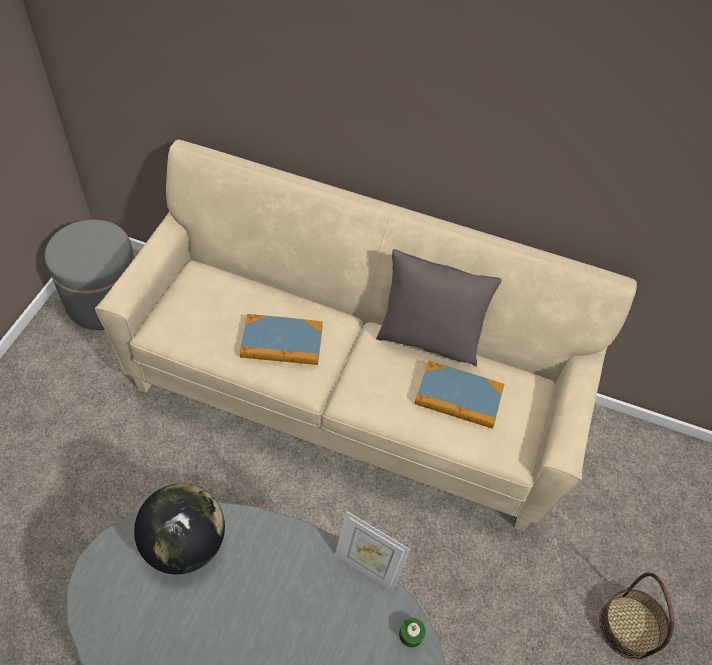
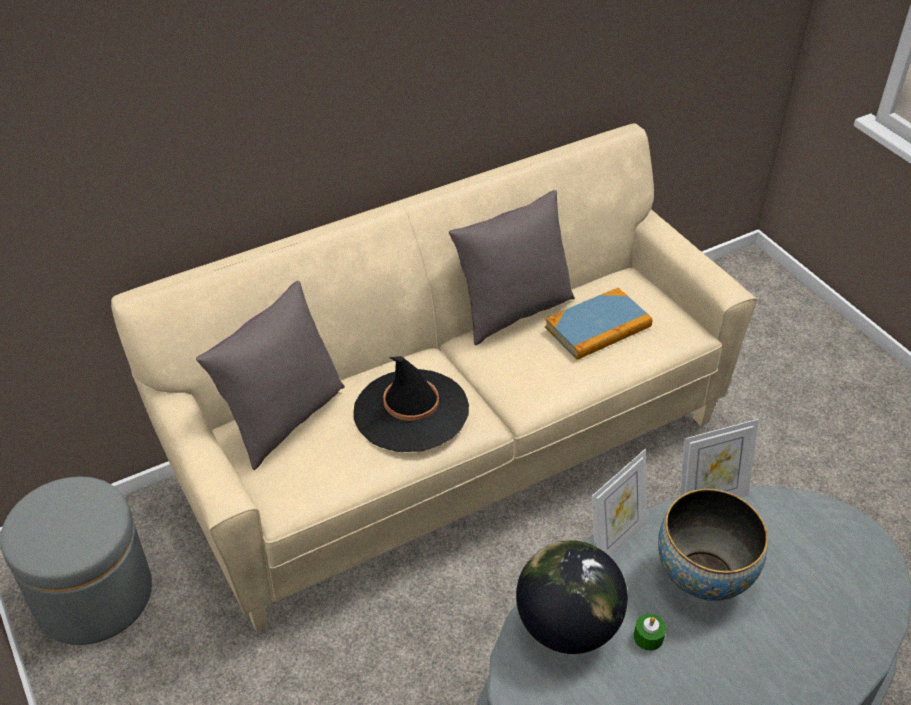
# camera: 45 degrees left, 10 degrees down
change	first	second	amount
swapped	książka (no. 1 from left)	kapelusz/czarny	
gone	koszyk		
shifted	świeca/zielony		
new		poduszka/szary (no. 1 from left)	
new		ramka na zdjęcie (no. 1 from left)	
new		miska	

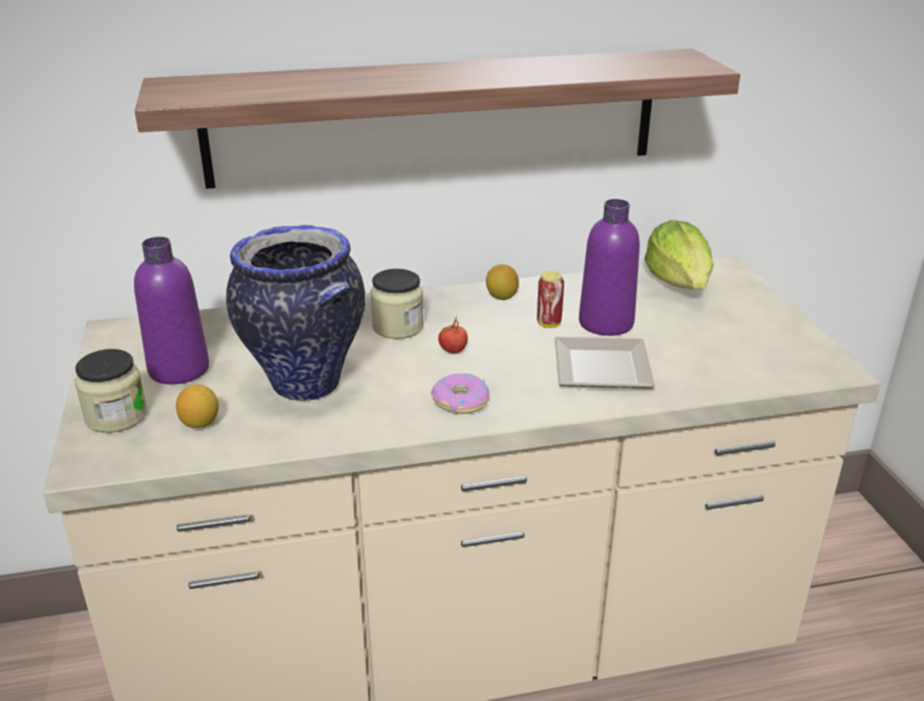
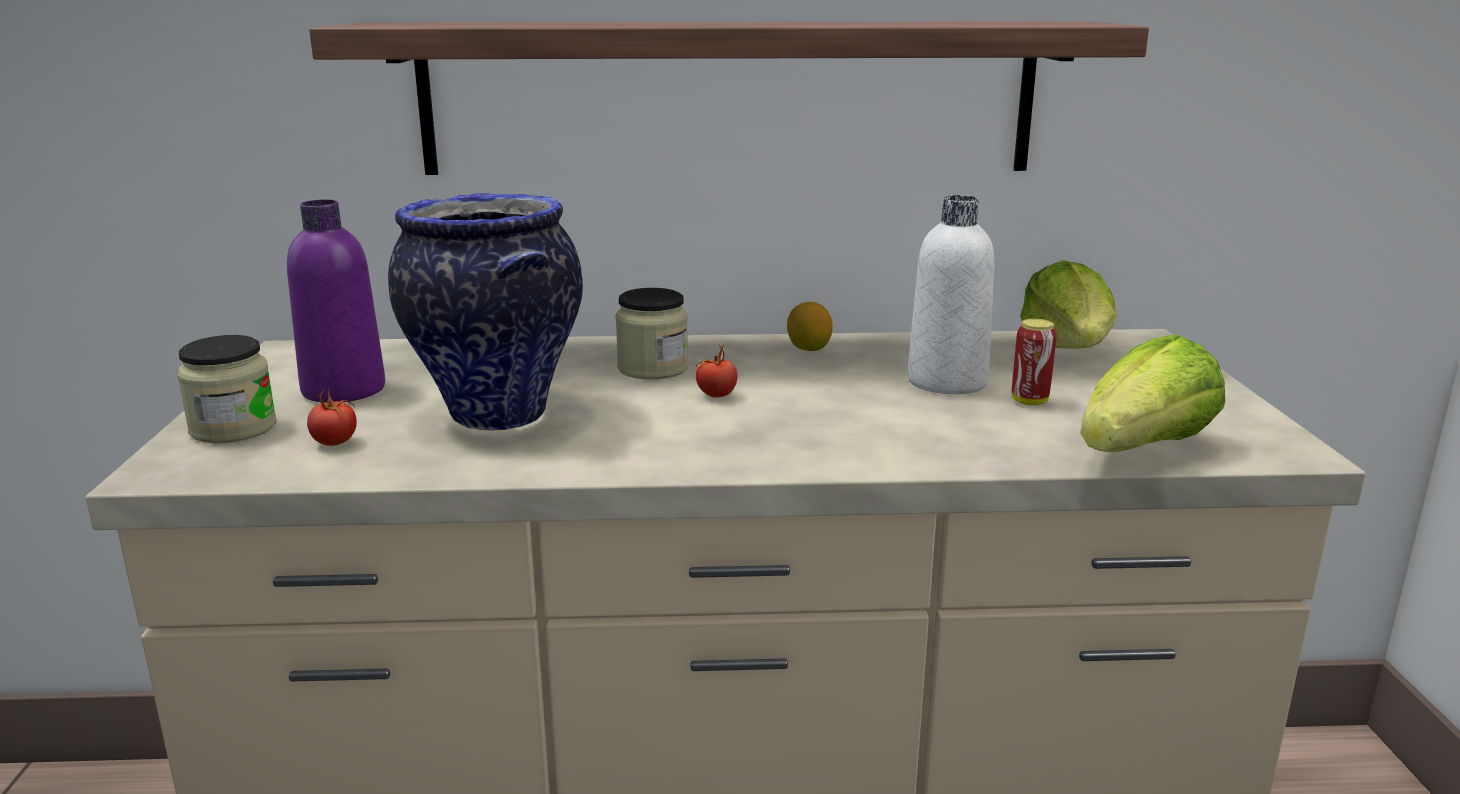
# camera: 10 degrees right, 10 degrees down
change	first	second	amount
repainted	butelka/fioletowy (no. 2 from left)	butelka/biały	
shifted	puszka		
gone	talerz		
gone	donut		
swapped	cytryna (no. 1 from left)	pomidor (no. 1 from left)	
new		sałata (no. 2 from left)	

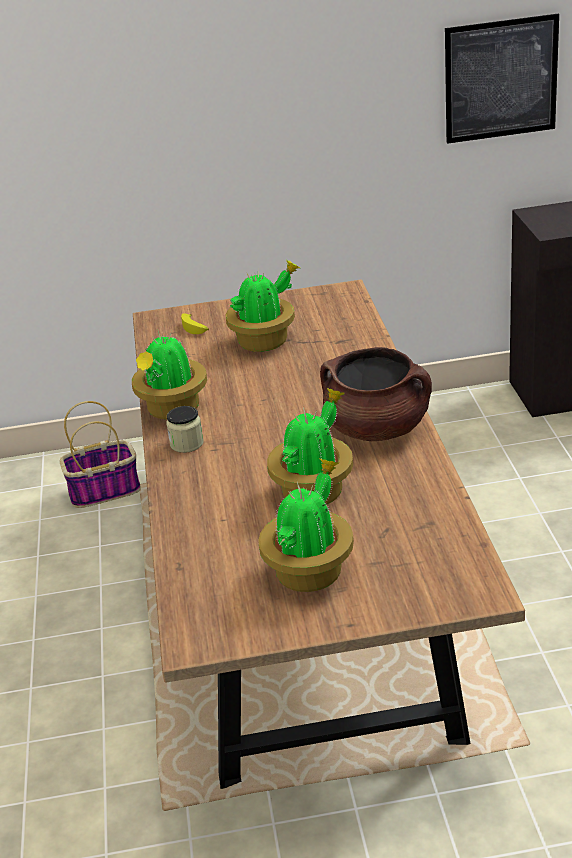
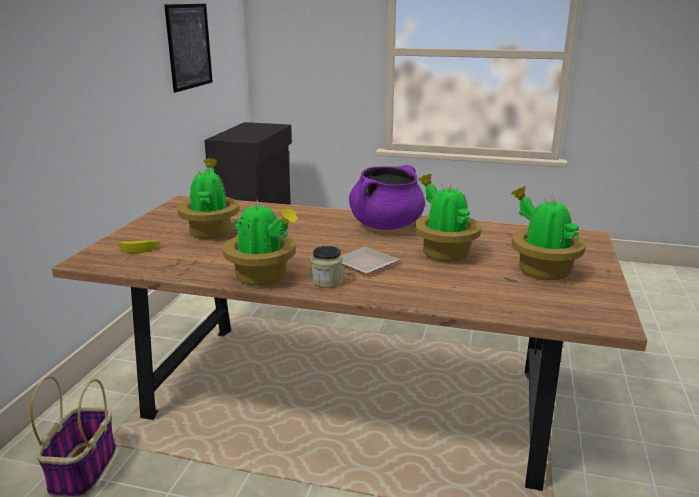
# camera: 70 degrees left, 10 degrees down
change	first	second	amount
repainted	garnek/brązowy	garnek/fioletowy	
new		talerz	

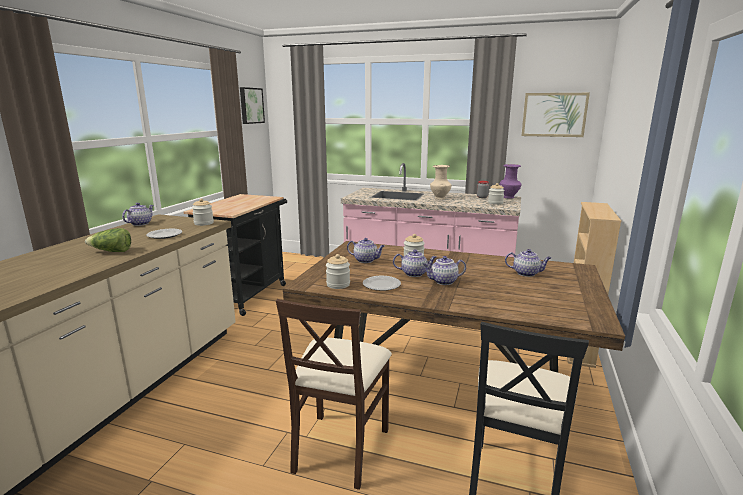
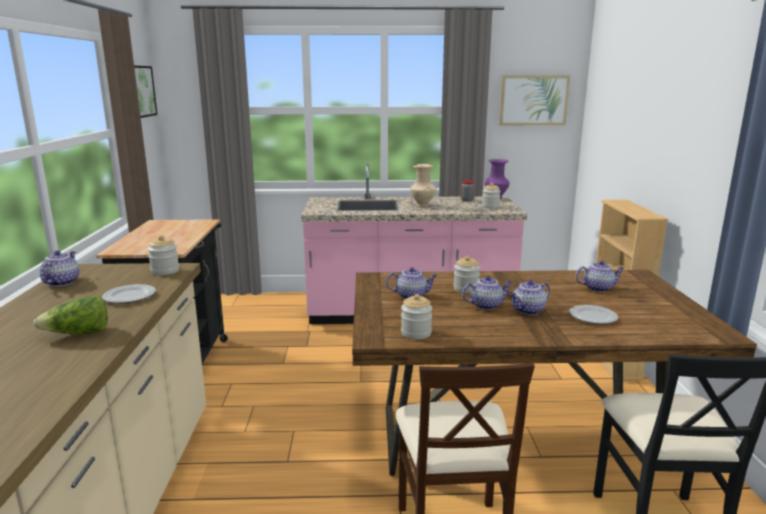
# camera: 20 degrees left, 0 degrees up
change	first	second	amount
shifted	talerz (no. 2 from left)		

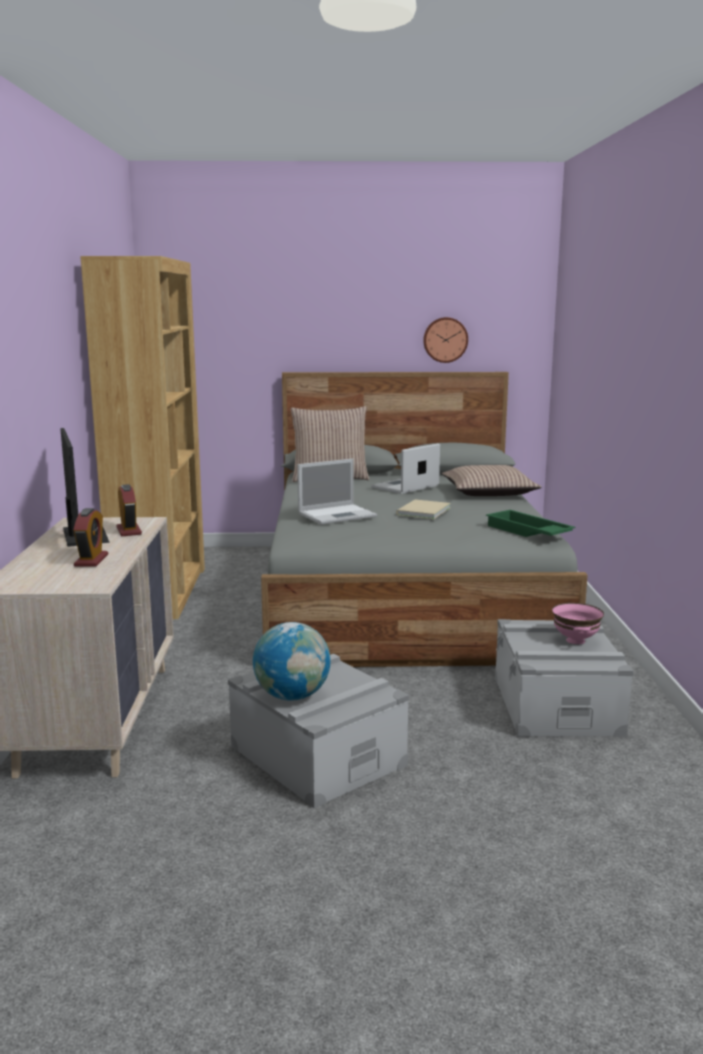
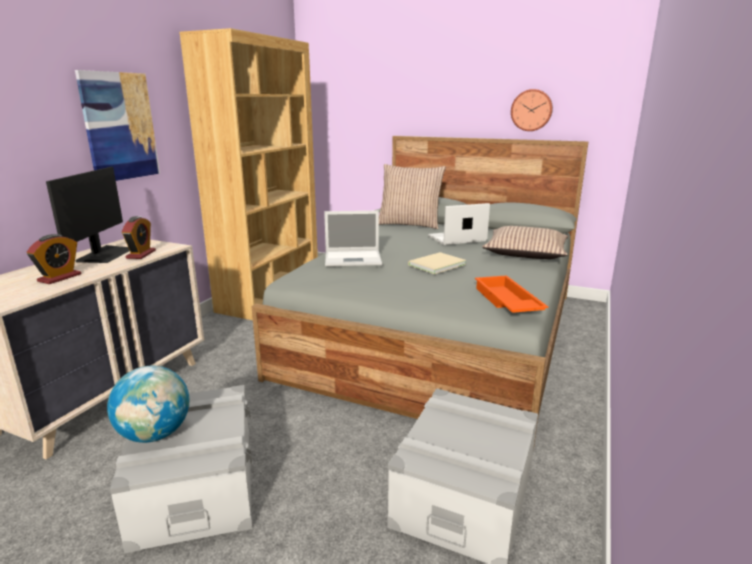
# camera: 25 degrees right, 5 degrees up
change	first	second	amount
repainted	taca/zielony	taca/pomarańczowy	
gone	miska/różowy		
new		obraz	

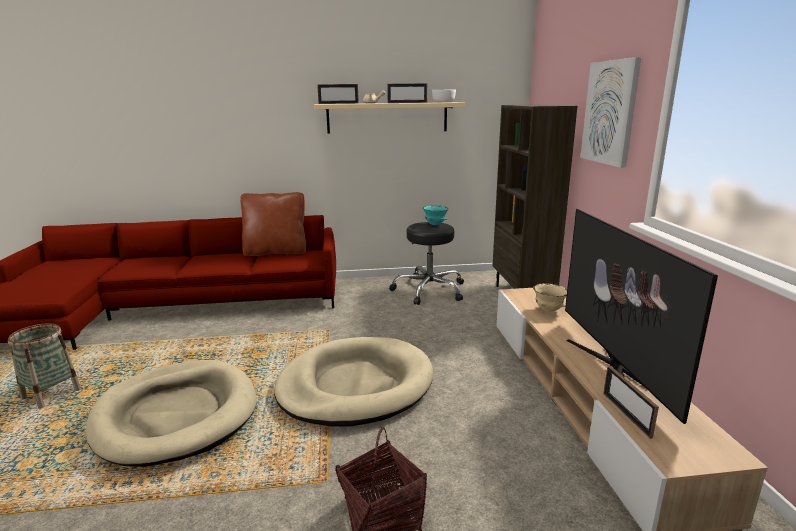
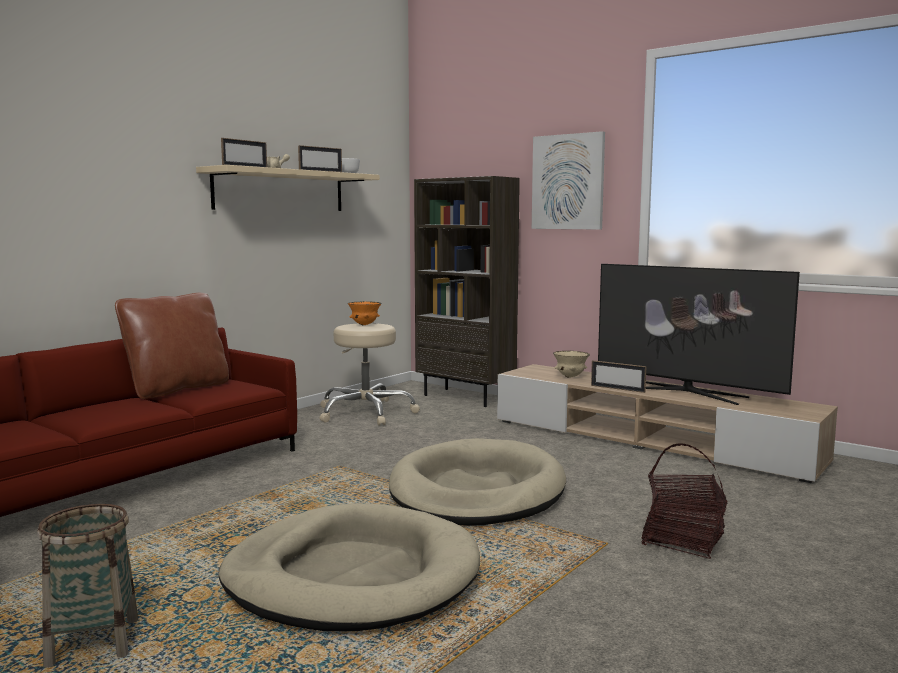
# camera: 45 degrees left, 10 degrees down
change	first	second	amount
repainted	miska/turkusowy	miska/pomarańczowy	
repainted	stołek/czarny	stołek/beżowy	
shifted	ramka na zdjęcie (no. 3 from left)		

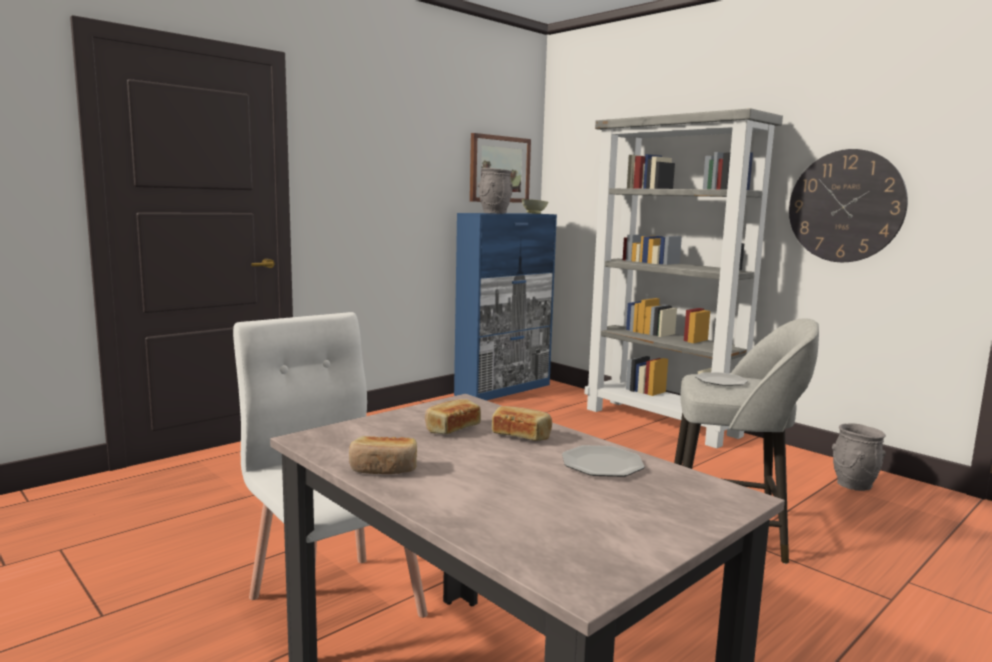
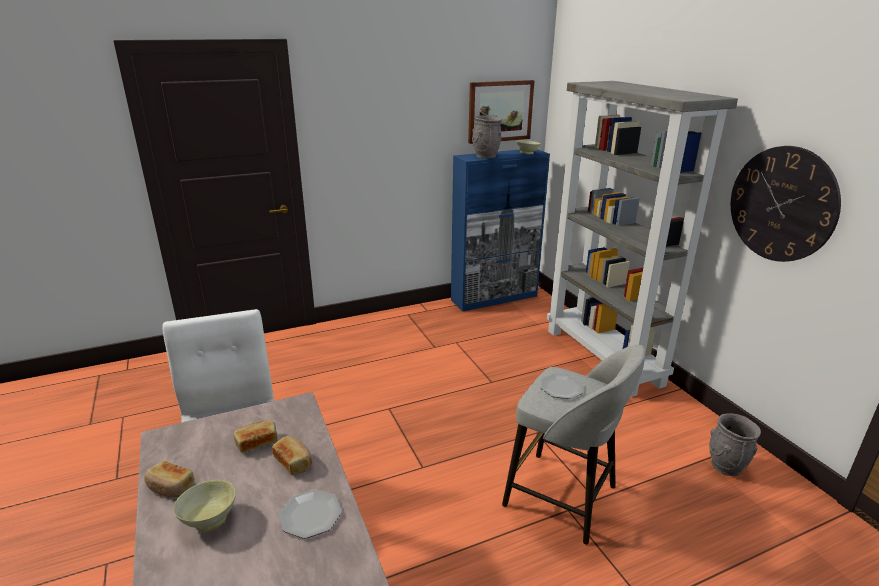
# camera: 20 degrees right, 15 degrees up
change	first	second	amount
new		miska/beżowy (no. 1 from left)	

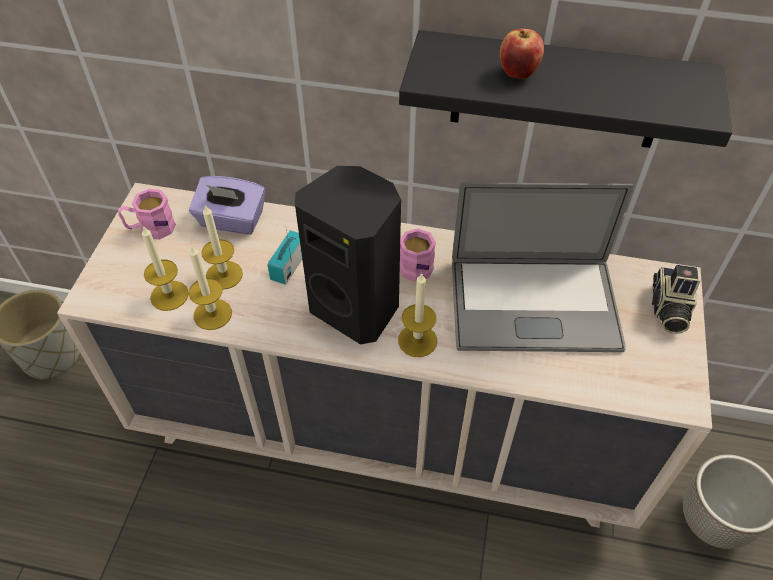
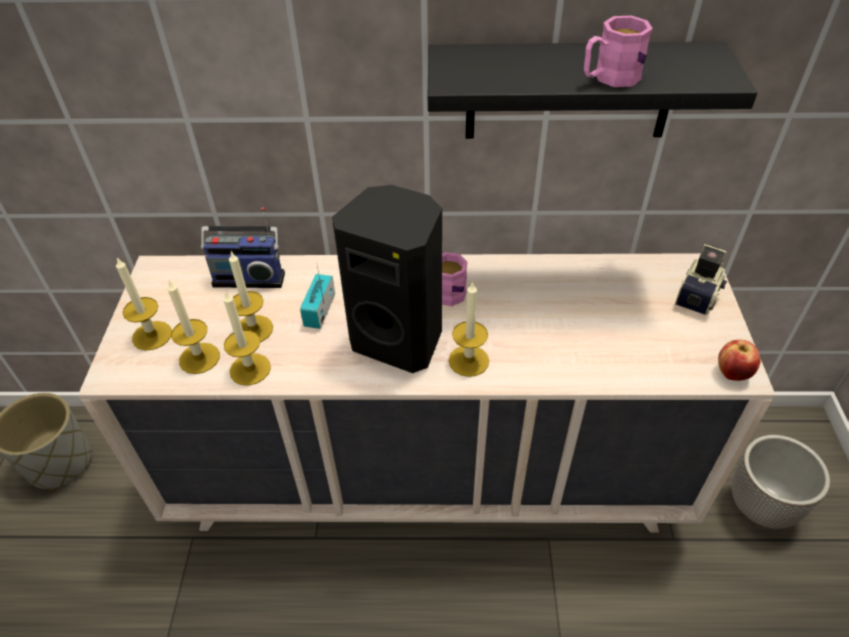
# camera: 10 degrees left, 5 degrees down
change	first	second	amount
shifted	jabłko		
swapped	pudełko chusteczek/fioletowy	radio (no. 1 from left)	
gone	laptop		
shifted	kubek/różowy (no. 1 from left in the first image)	kubek/różowy (no. 2 from left)	
rotated	aparat fotograficzny		150 degrees counterclockwise
new		świeca (no. 1 from left)	

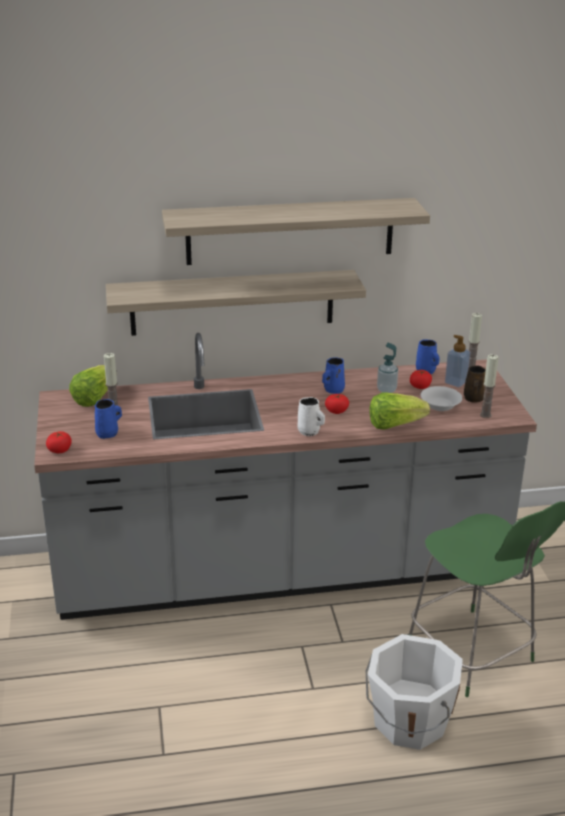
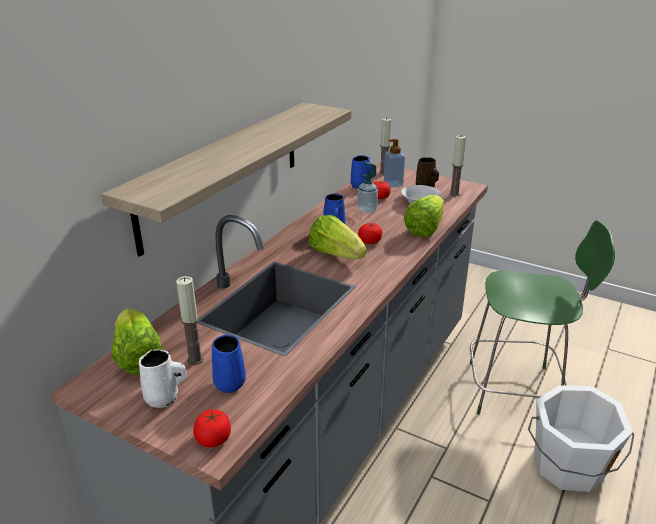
# camera: 50 degrees left, 0 degrees up
change	first	second	amount
gone	półka (no. 2 from left)		
shifted	kubek/biały		
new		sałata (no. 2 from left)	

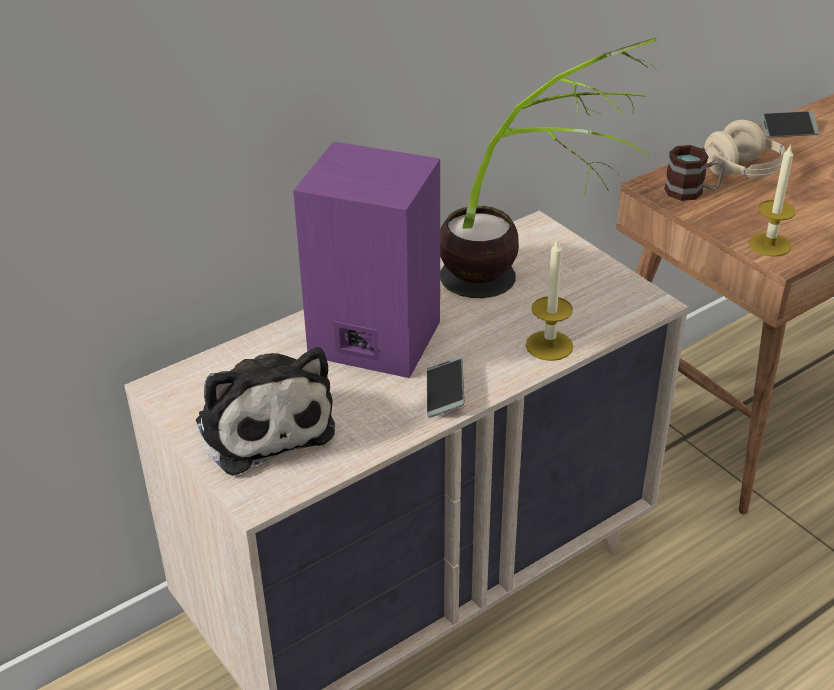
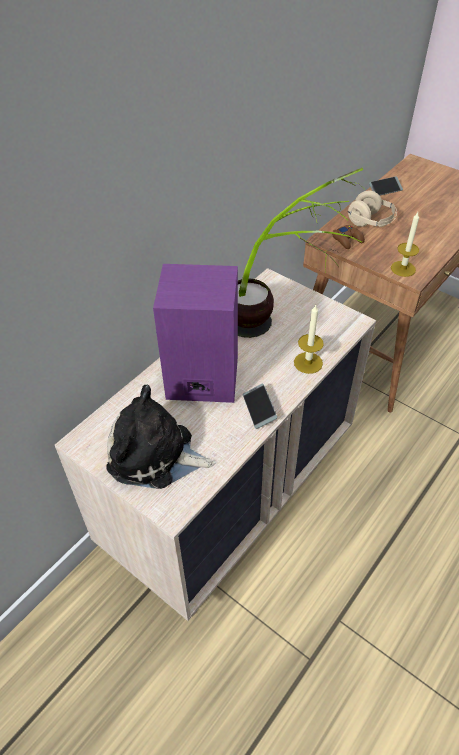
# camera: 15 degrees left, 10 degrees up
change	first	second	amount
swapped	kubek	pad do gier/brązowy	
rotated	pluszak		150 degrees clockwise

